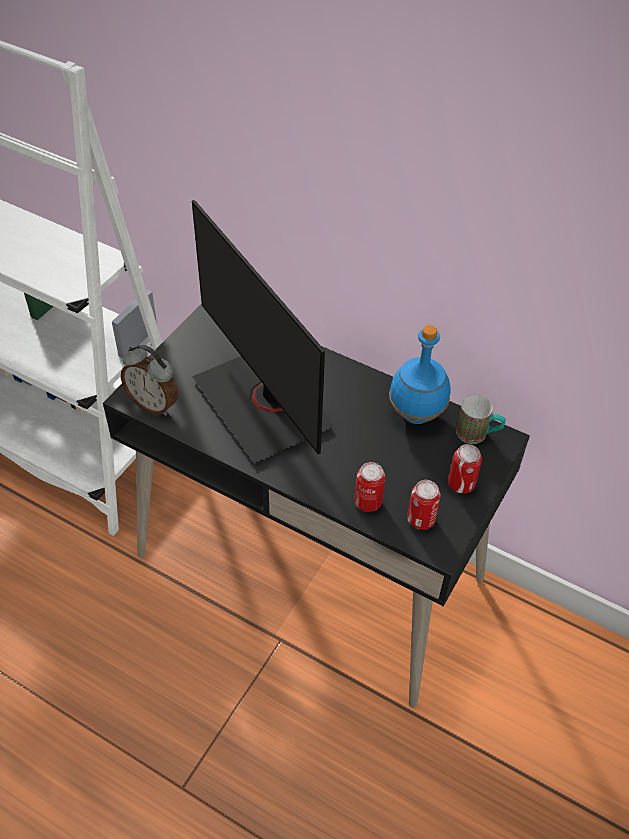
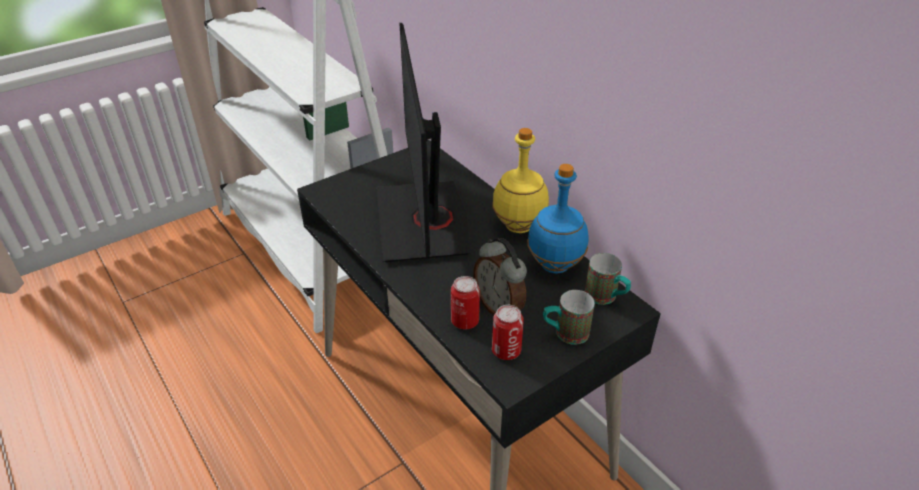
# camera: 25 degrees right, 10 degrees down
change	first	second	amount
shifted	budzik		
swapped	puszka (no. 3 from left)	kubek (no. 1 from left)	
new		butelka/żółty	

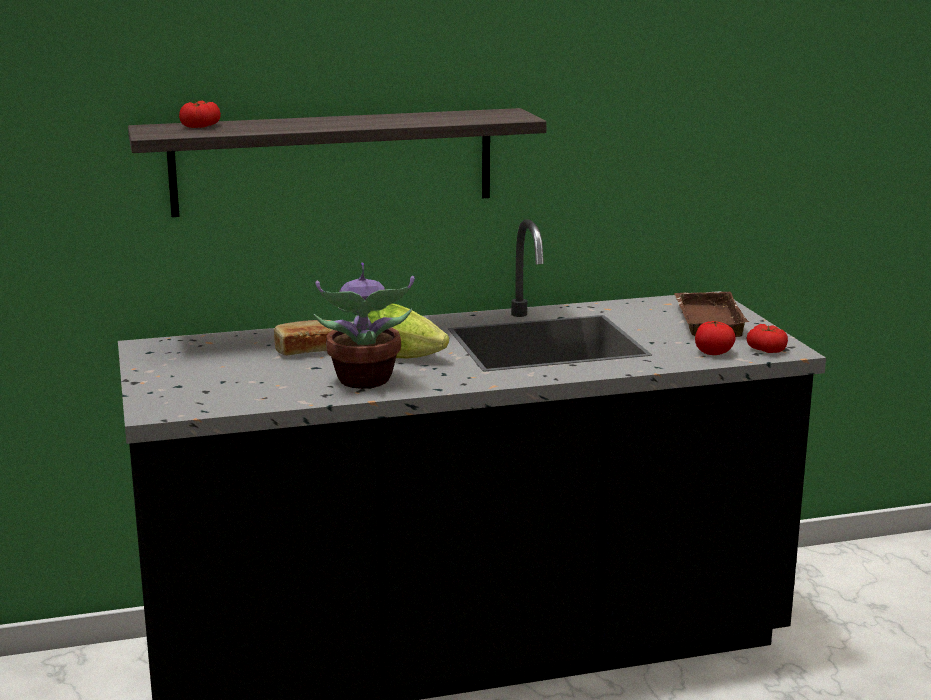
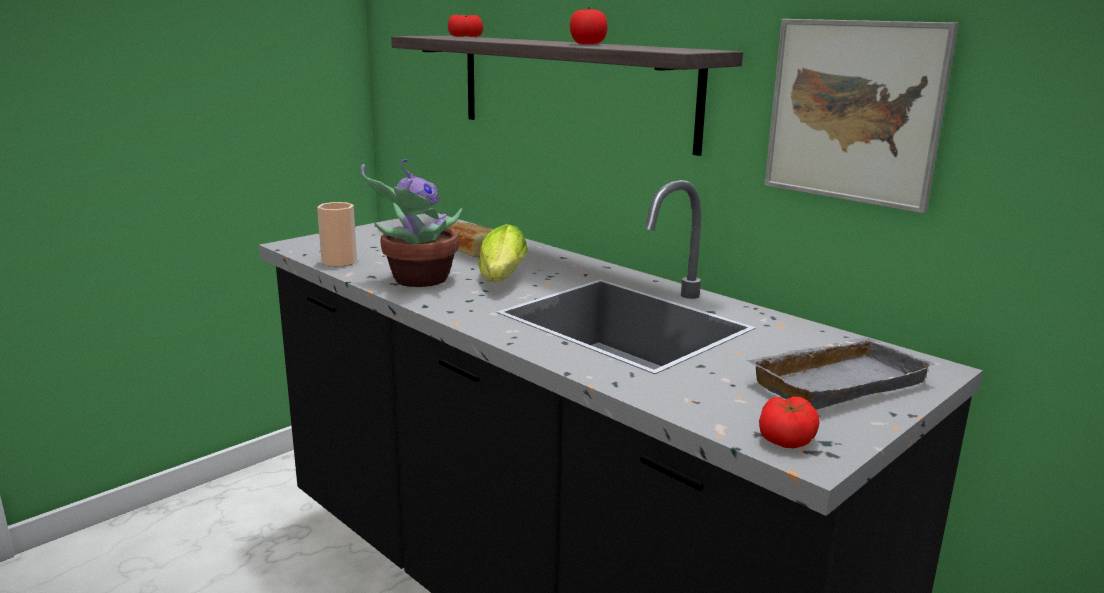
# camera: 60 degrees right, 0 degrees up
change	first	second	amount
repainted	taca/brązowy	taca/szary	
shifted	pomidor (no. 2 from left)		
new		obraz	
new		filiżanka	

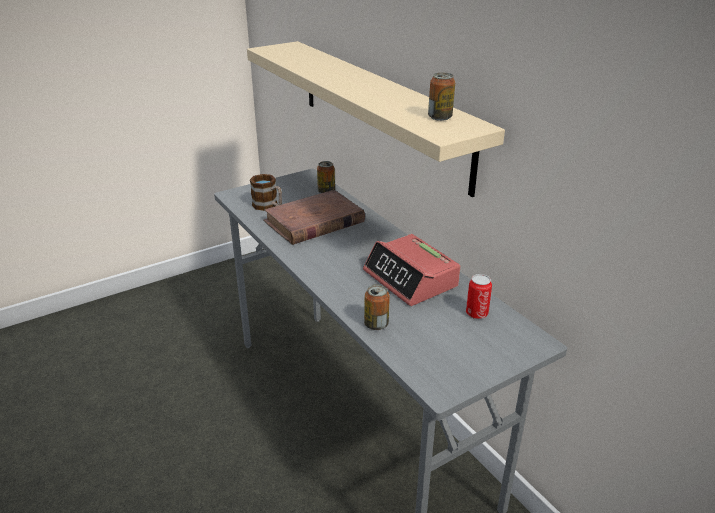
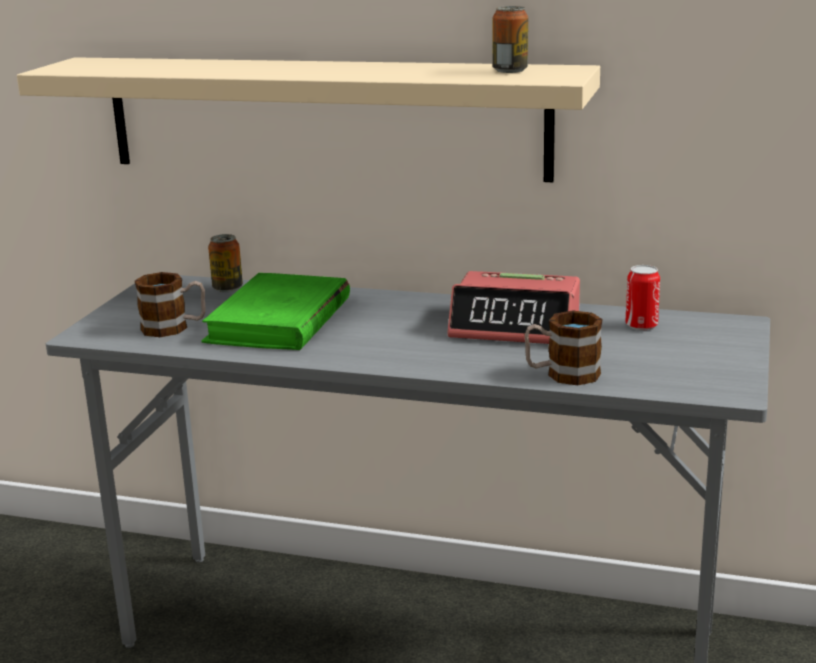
# camera: 40 degrees left, 10 degrees down
change	first	second	amount
repainted	książka/brązowy	książka/zielony	
swapped	puszka (no. 2 from left)	kubek (no. 2 from left)	

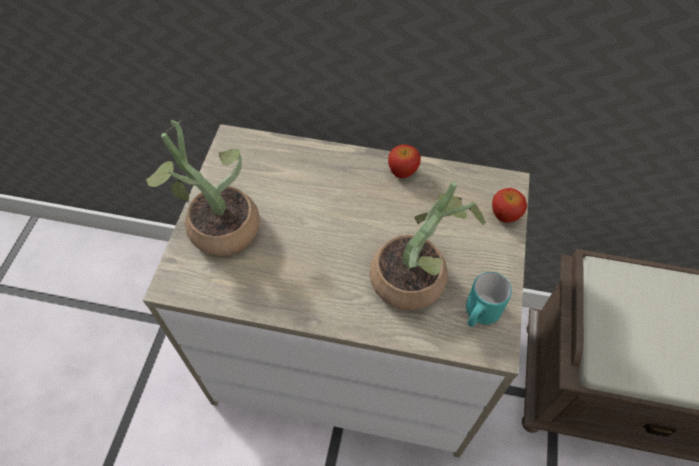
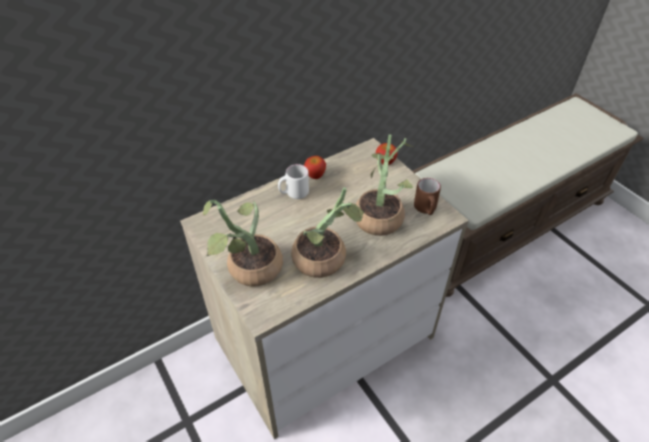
# camera: 45 degrees left, 10 degrees down
change	first	second	amount
repainted	kubek/turkusowy	kubek/brązowy	
new		kubek/biały	
new		roślina doniczkowa (no. 2 from left)	

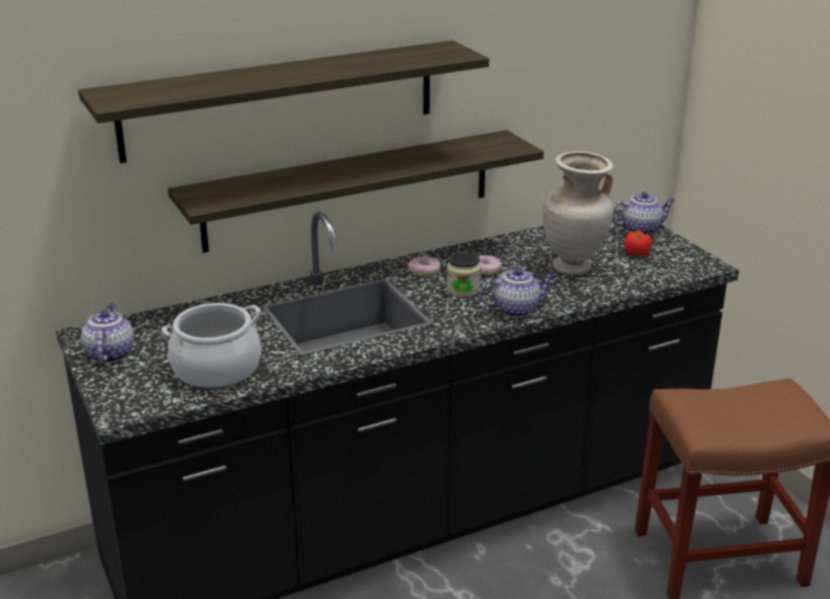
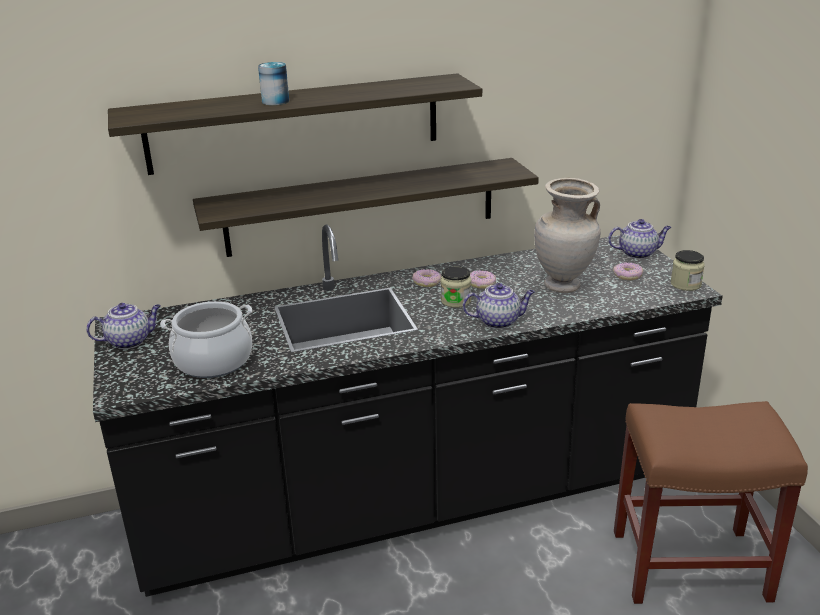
# camera: 10 degrees right, 0 degrees up
change	first	second	amount
swapped	pomidor	donut (no. 3 from left)	
rotated	imbryk (no. 1 from left)		60 degrees clockwise
new		puszka	
new		słoik (no. 2 from left)	

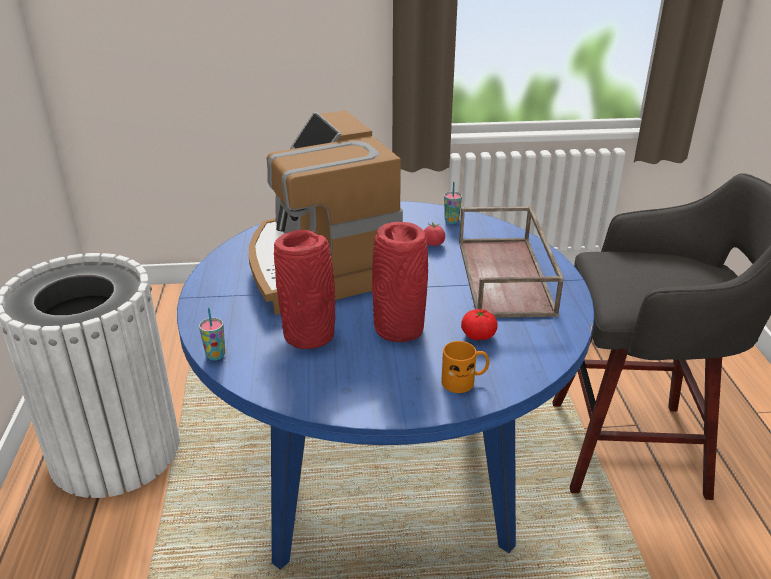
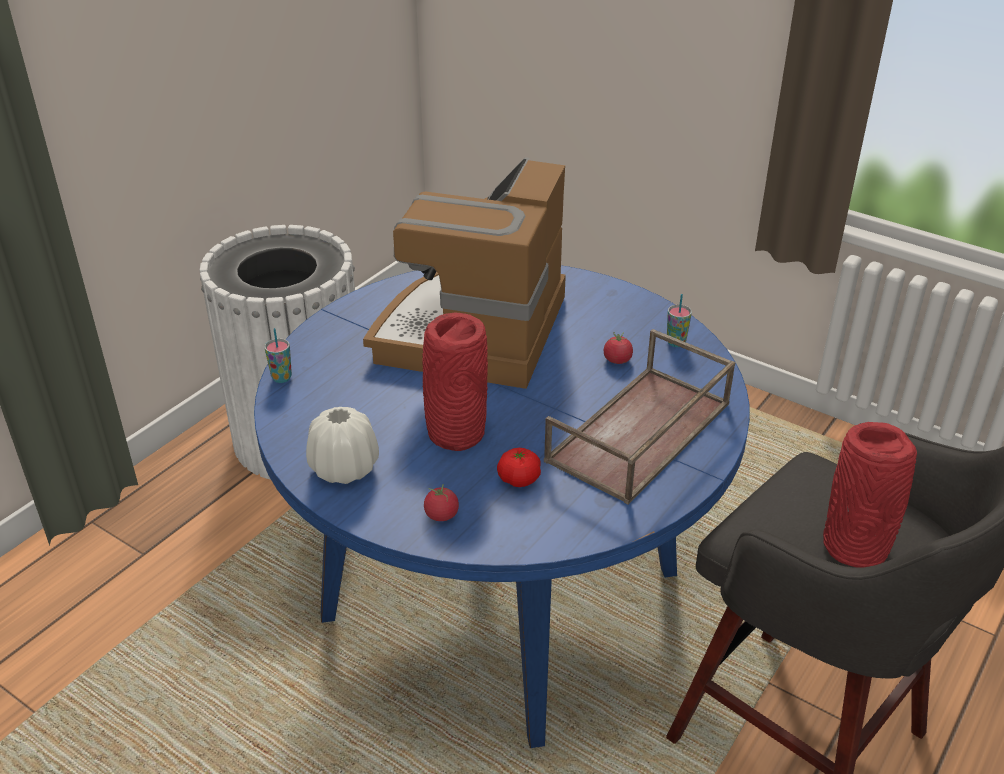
# camera: 40 degrees right, 5 degrees up
change	first	second	amount
shifted	wazon/czerwony (no. 1 from left in the first image)	wazon/czerwony (no. 2 from left)	
swapped	kubek/pomarańczowy	pomidor (no. 1 from left)	
new		wazon/biały	

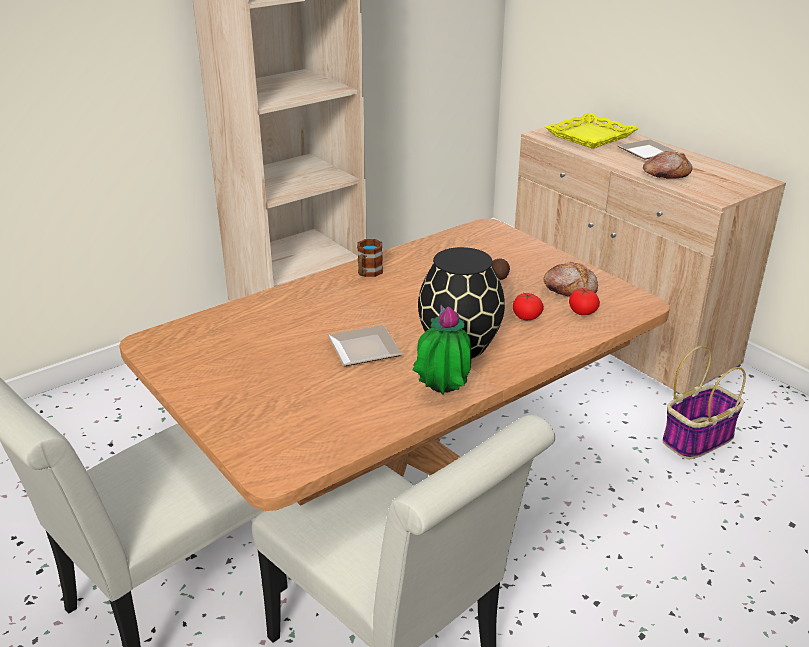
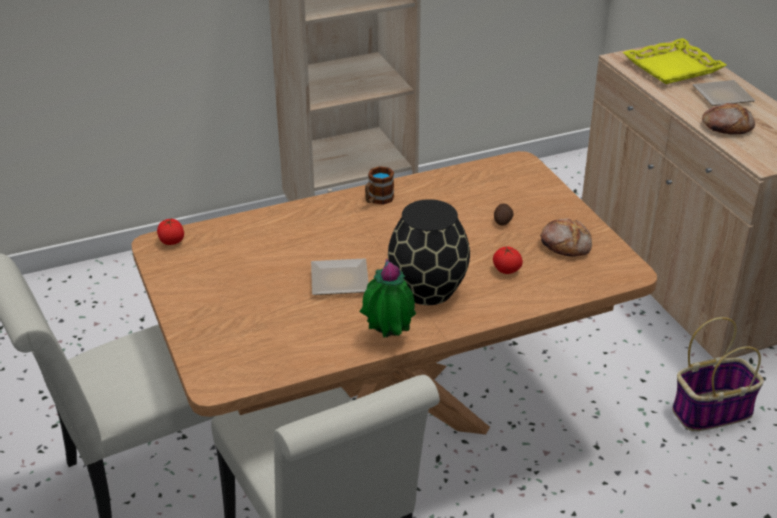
# camera: 15 degrees right, 5 degrees up
change	first	second	amount
shifted	pomidor (no. 2 from left in the first image)	pomidor (no. 1 from left)	

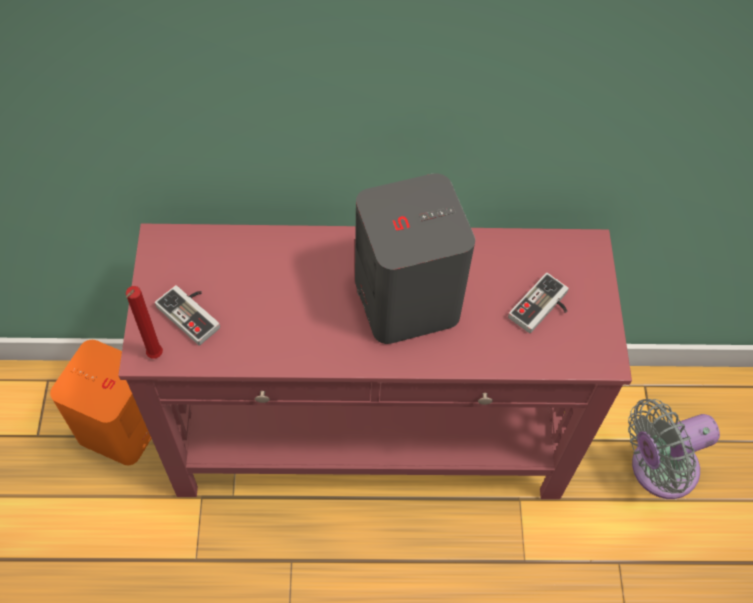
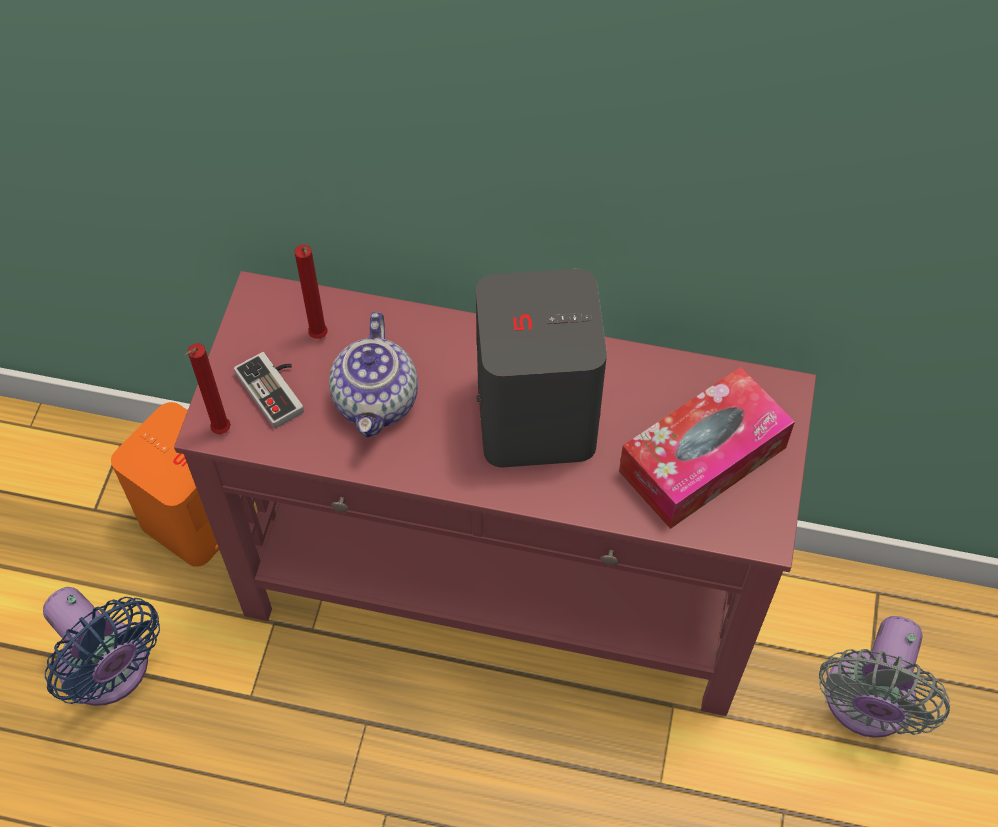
# camera: 15 degrees right, 0 degrees up
change	first	second	amount
swapped	pad do gier (no. 2 from left)	pudełko chusteczek	
rotated	wentylator/szary		60 degrees counterclockwise
new		świeca/czerwony (no. 2 from left)	
new		imbryk	
new		wentylator/niebieski	

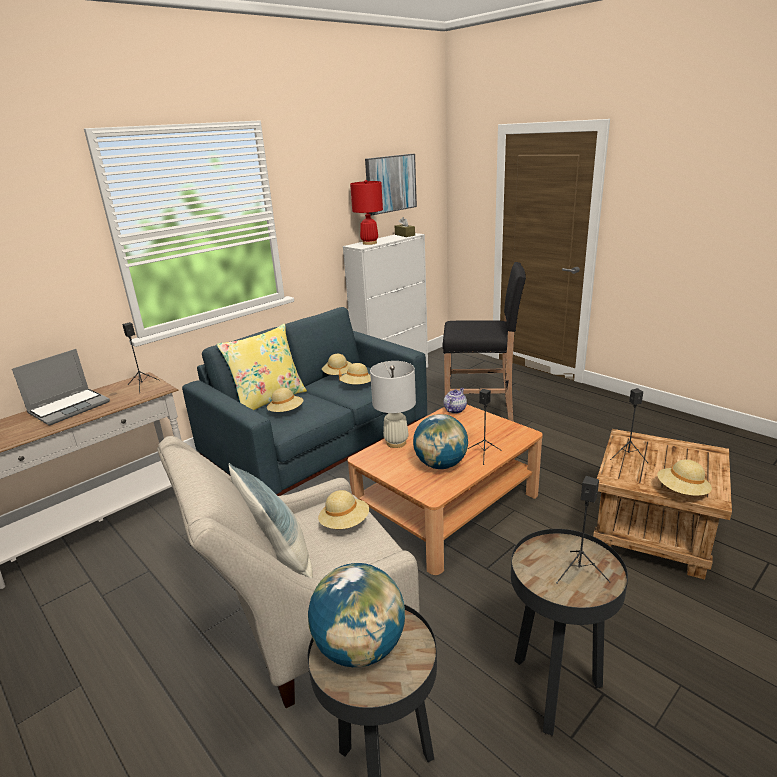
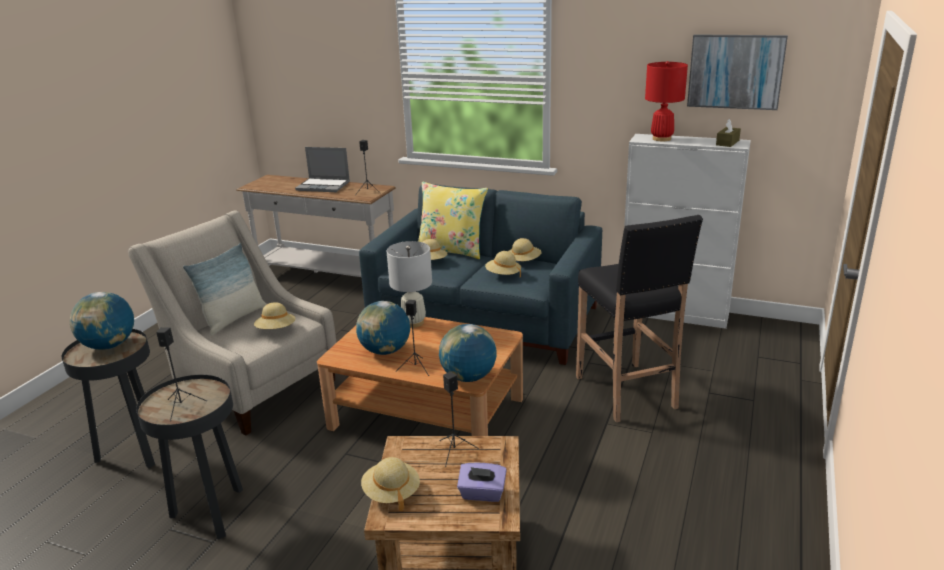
# camera: 65 degrees right, 0 degrees up
change	first	second	amount
gone	imbryk		
new		globus (no. 3 from left)	
new		pudełko chusteczek/fioletowy	

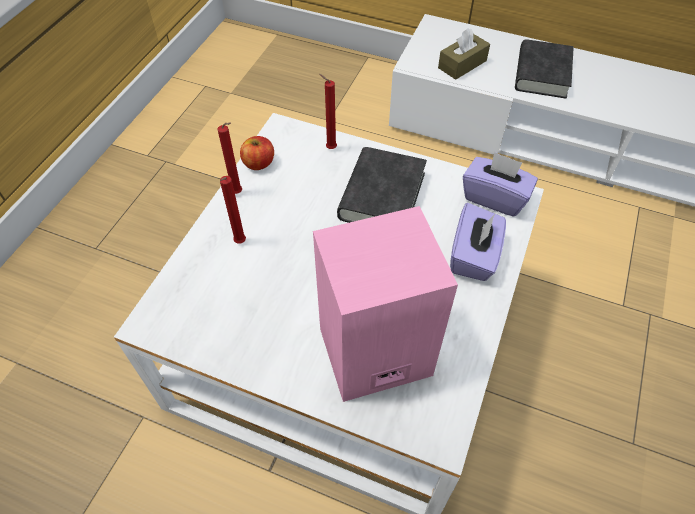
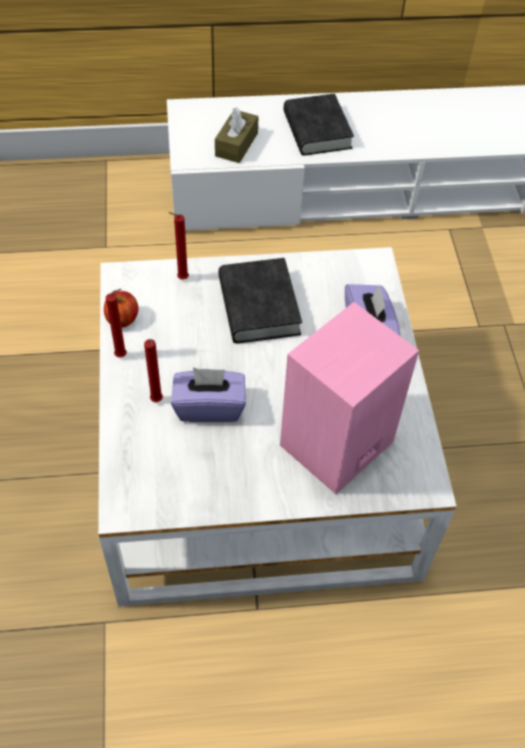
# camera: 30 degrees left, 0 degrees up
change	first	second	amount
shifted	pudełko chusteczek/fioletowy (no. 2 from left in the first image)	pudełko chusteczek/fioletowy (no. 1 from left)	

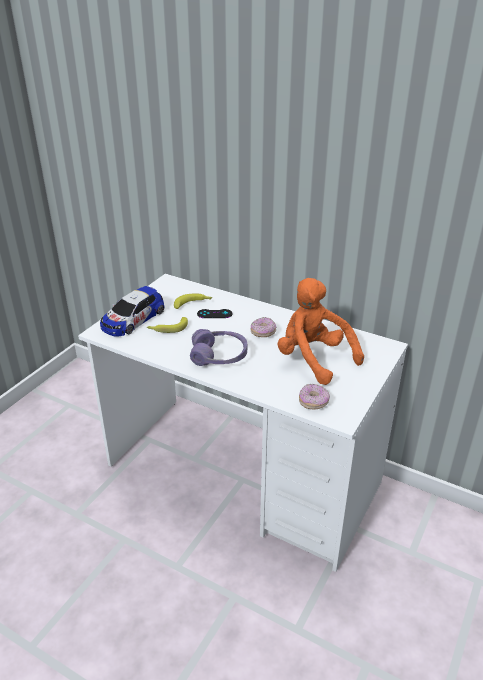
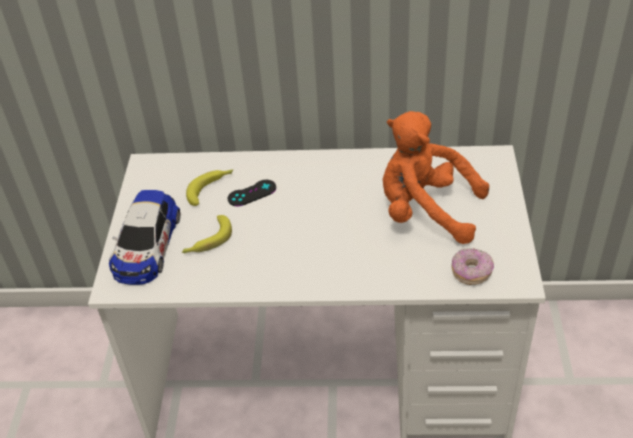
# camera: 25 degrees left, 10 degrees up
change	first	second	amount
gone	donut (no. 1 from left)		
gone	słuchawki/fioletowy		

